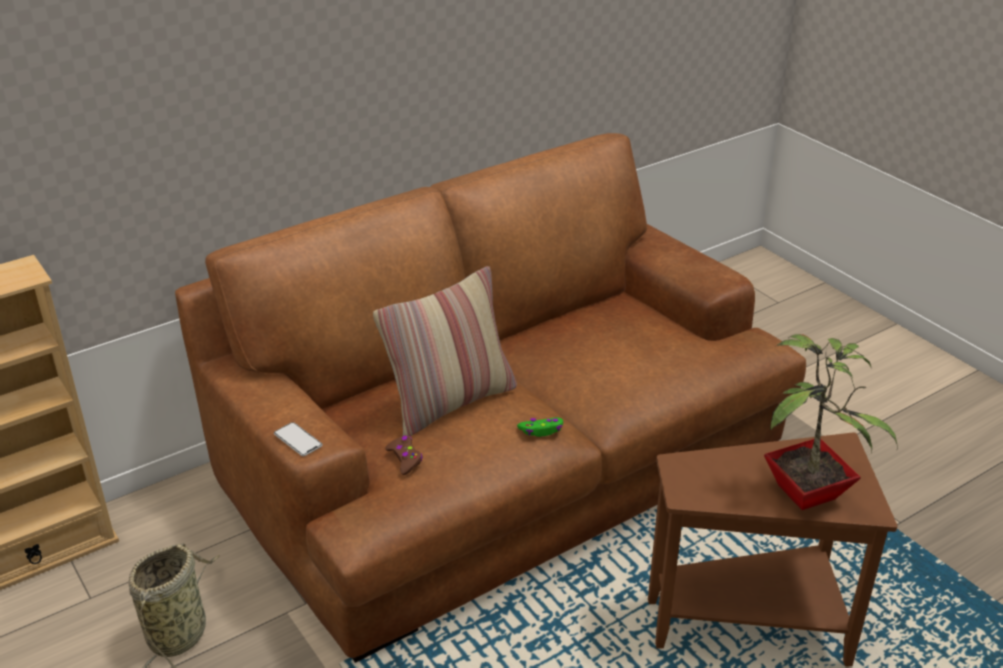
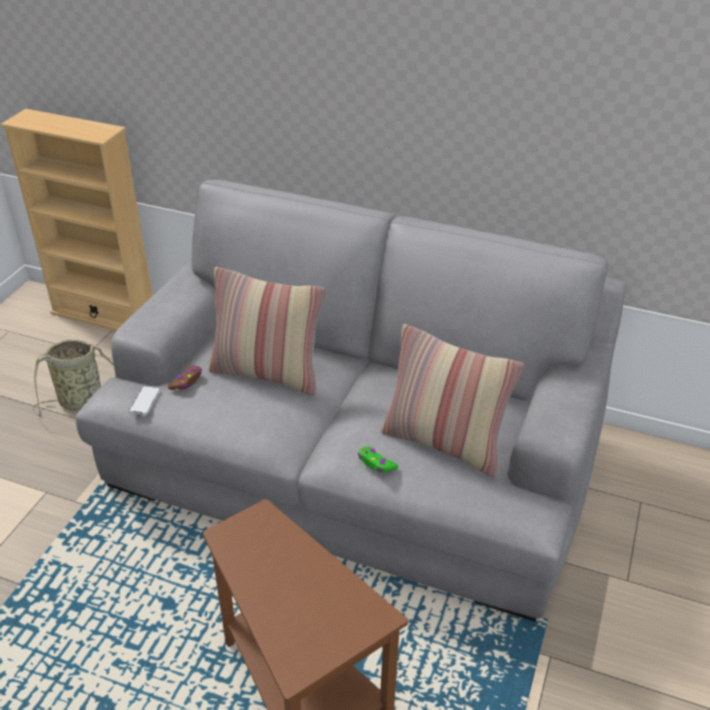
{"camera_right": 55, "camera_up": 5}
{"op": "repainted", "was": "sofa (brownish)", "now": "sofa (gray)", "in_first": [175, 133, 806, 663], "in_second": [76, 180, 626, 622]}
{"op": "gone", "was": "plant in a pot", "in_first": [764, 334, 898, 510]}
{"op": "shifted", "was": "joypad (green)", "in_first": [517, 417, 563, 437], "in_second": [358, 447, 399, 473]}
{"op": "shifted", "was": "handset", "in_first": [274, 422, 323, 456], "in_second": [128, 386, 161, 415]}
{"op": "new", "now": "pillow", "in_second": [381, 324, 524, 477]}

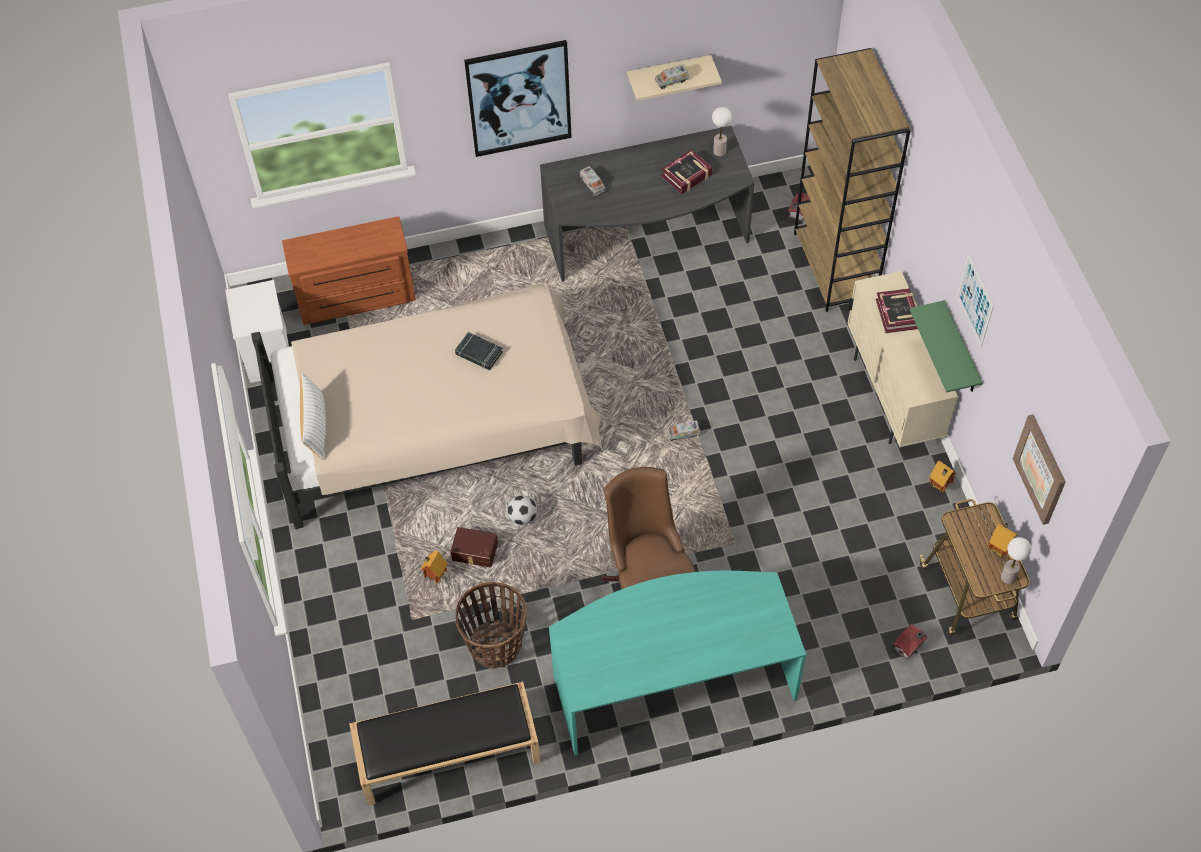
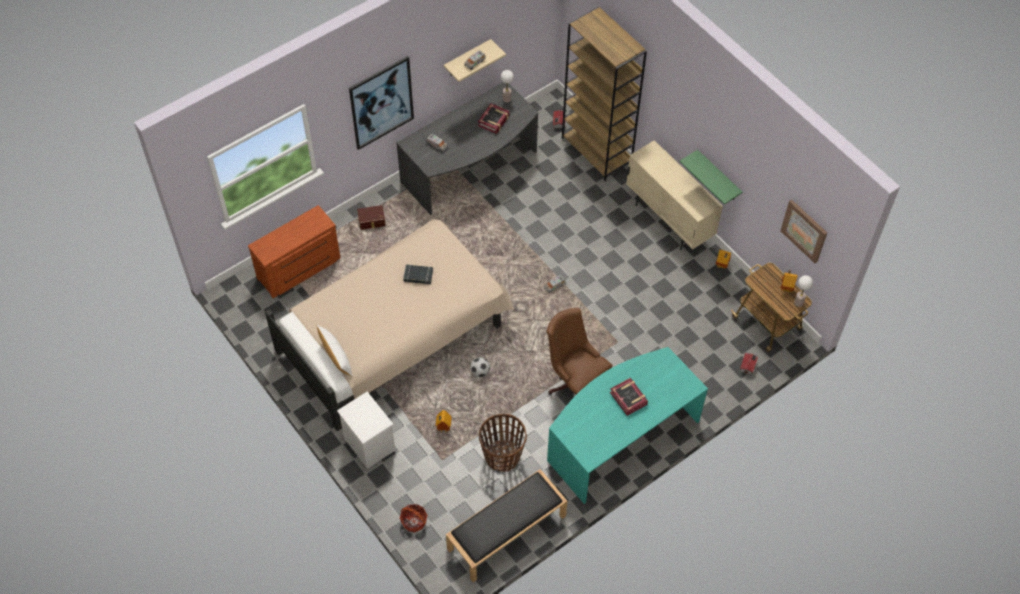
{"camera_right": -25, "camera_up": 0}
{"op": "gone", "was": "wall picture", "in_first": [957, 255, 994, 347]}
{"op": "shifted", "was": "nightstand (white-coloured)", "in_first": [225, 280, 289, 383], "in_second": [337, 392, 396, 469]}
{"op": "shifted", "was": "volume", "in_first": [876, 288, 918, 333], "in_second": [610, 378, 648, 416]}
{"op": "shifted", "was": "storage bin (brownish)", "in_first": [450, 527, 498, 567], "in_second": [357, 205, 386, 230]}
{"op": "new", "now": "household basket", "in_second": [400, 504, 427, 532]}

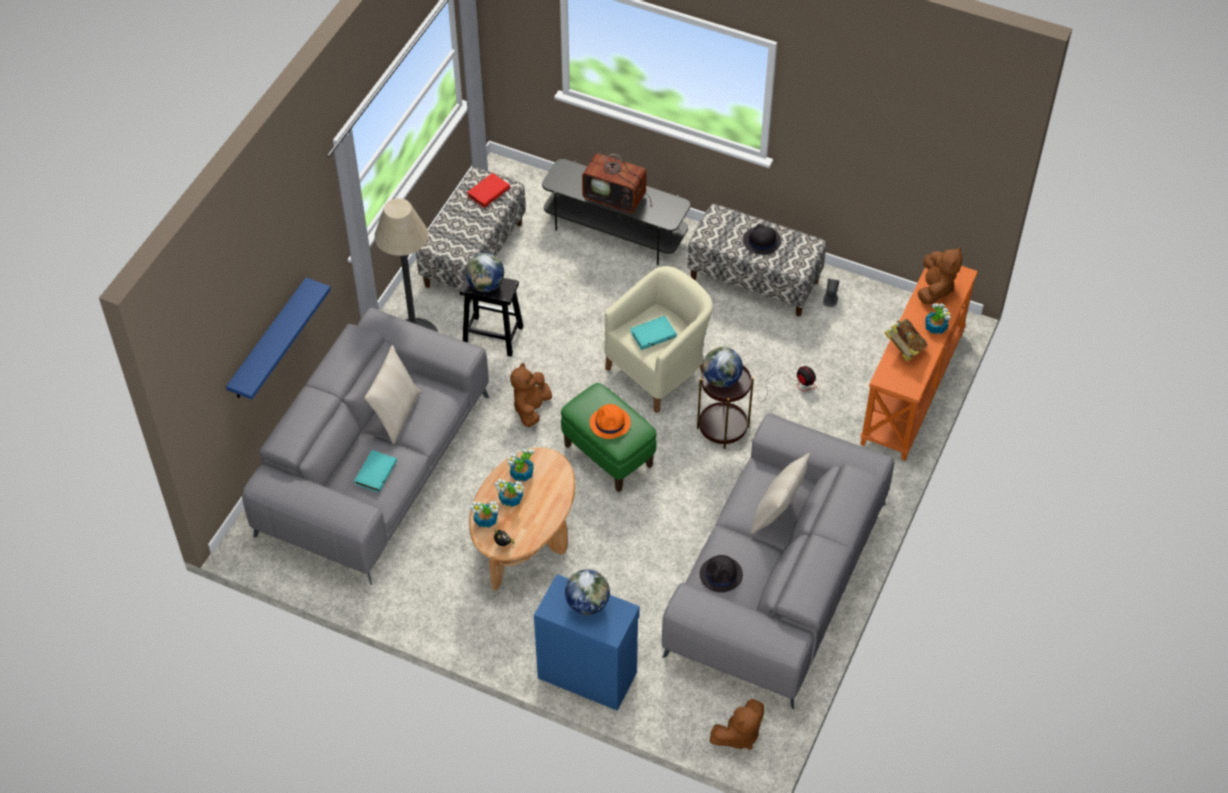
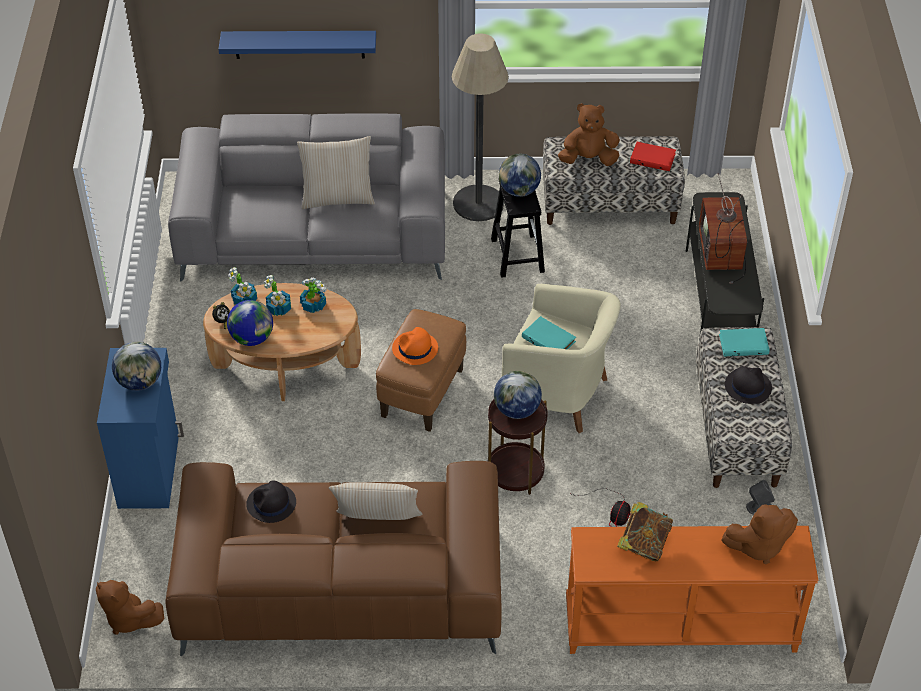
{"camera_right": 65, "camera_up": -5}
{"op": "gone", "was": "plant in a pot", "in_first": [925, 303, 951, 334]}
{"op": "shifted", "was": "cuddly toy (brownish)", "in_first": [510, 363, 552, 427], "in_second": [558, 103, 620, 166]}
{"op": "repainted", "was": "ottoman (green)", "now": "ottoman (brownish)", "in_first": [561, 383, 656, 492], "in_second": [376, 309, 466, 432]}
{"op": "repainted", "was": "sofa (gray)", "now": "sofa (brownish)", "in_first": [662, 413, 894, 709], "in_second": [165, 461, 501, 656]}
{"op": "shifted", "was": "volume (blue-green)", "in_first": [354, 450, 397, 493], "in_second": [719, 328, 770, 356]}
{"op": "new", "now": "world globe", "in_second": [227, 300, 273, 346]}

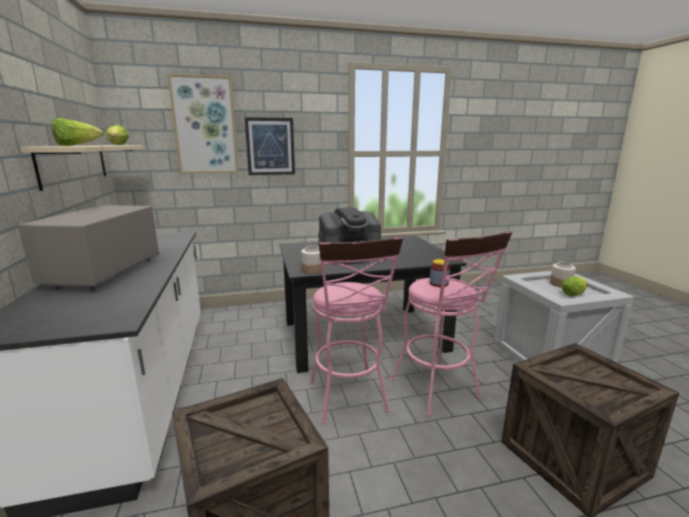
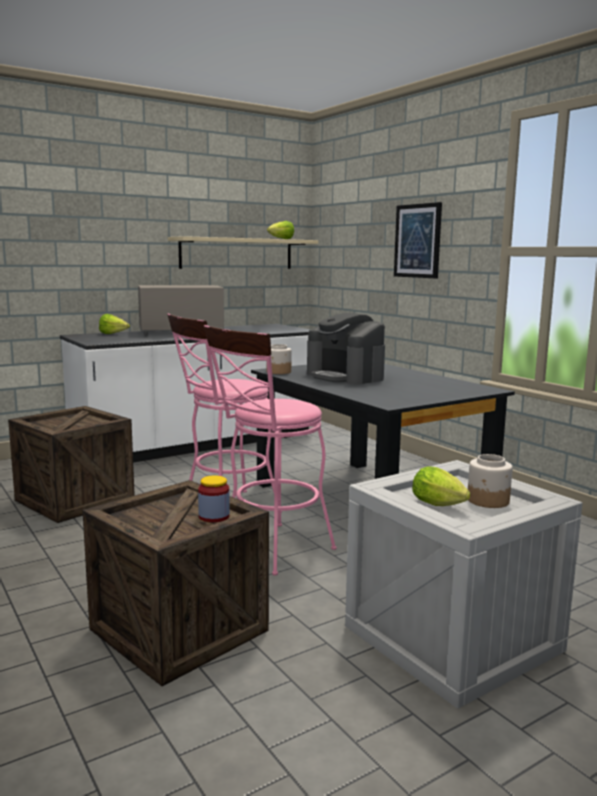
{"camera_right": 70, "camera_up": -5}
{"op": "gone", "was": "wall picture", "in_first": [167, 74, 239, 173]}
{"op": "shifted", "was": "lettuce", "in_first": [52, 118, 104, 146], "in_second": [99, 314, 130, 334]}
{"op": "shifted", "was": "storage jar", "in_first": [430, 259, 450, 287], "in_second": [198, 475, 230, 522]}

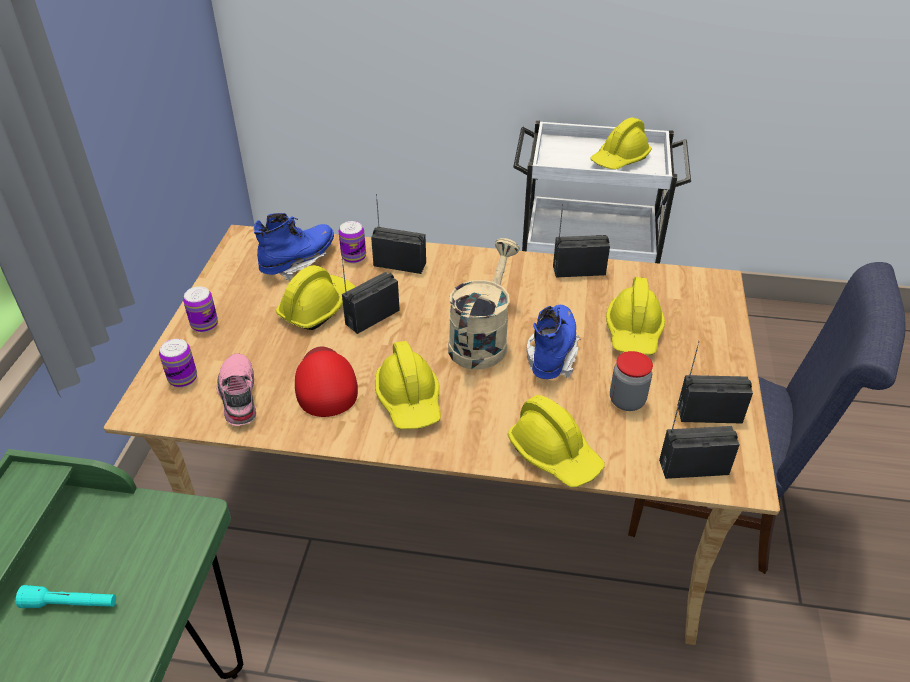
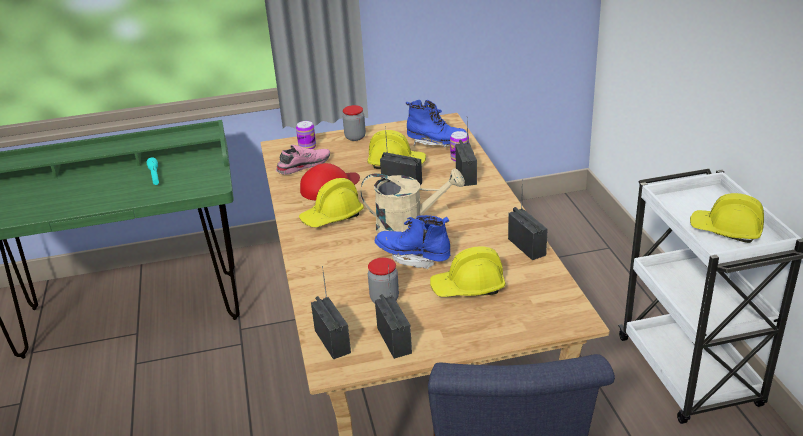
{"camera_right": 70, "camera_up": -10}
{"op": "swapped", "was": "metal can", "now": "storage jar", "in_first": [183, 286, 218, 332], "in_second": [343, 105, 366, 141]}
{"op": "rotated", "was": "boot (bluish)", "in_first": [527, 305, 581, 379], "in_second": [375, 215, 451, 269], "clockwise": -150}
{"op": "gone", "was": "work helmet (yellowish)", "in_first": [507, 395, 605, 487]}

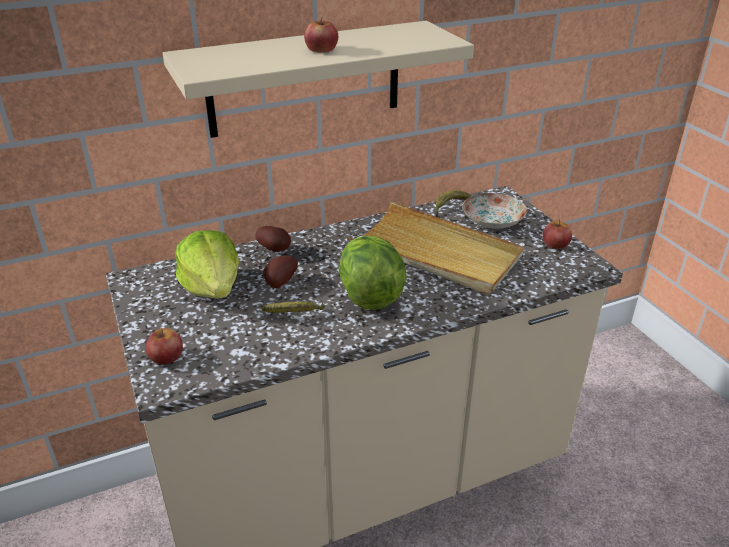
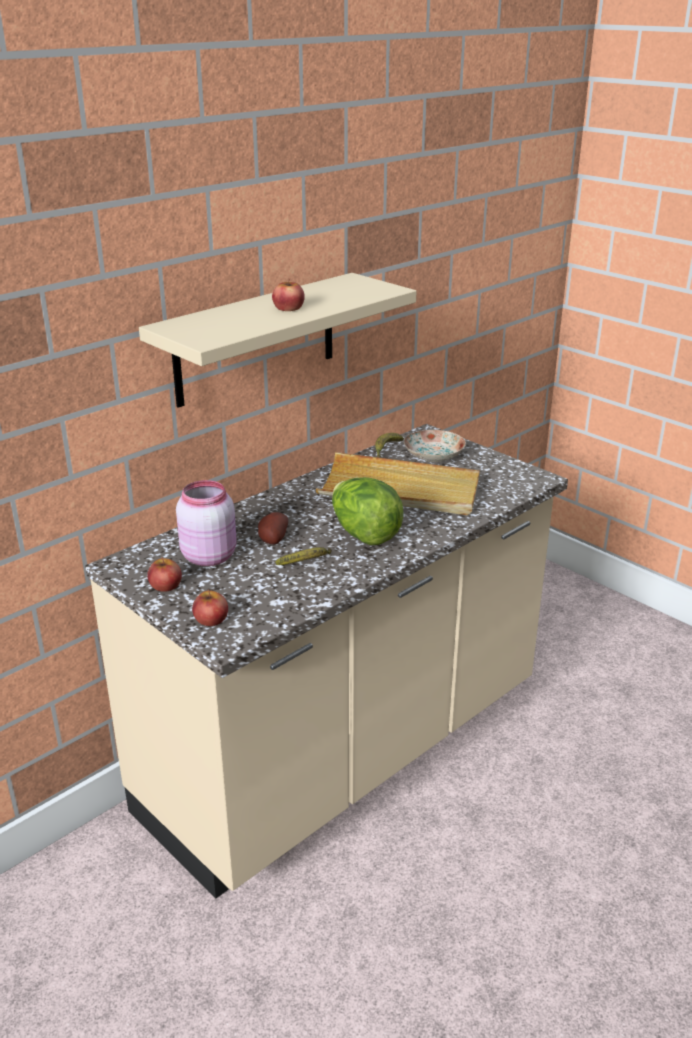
{"camera_right": -20, "camera_up": -5}
{"op": "shifted", "was": "whole apple", "in_first": [543, 219, 572, 249], "in_second": [147, 557, 182, 592]}
{"op": "gone", "was": "whole potato", "in_first": [255, 226, 291, 252]}
{"op": "swapped", "was": "lettuce", "now": "storage jar (pink)", "in_first": [175, 230, 239, 299], "in_second": [176, 480, 237, 566]}

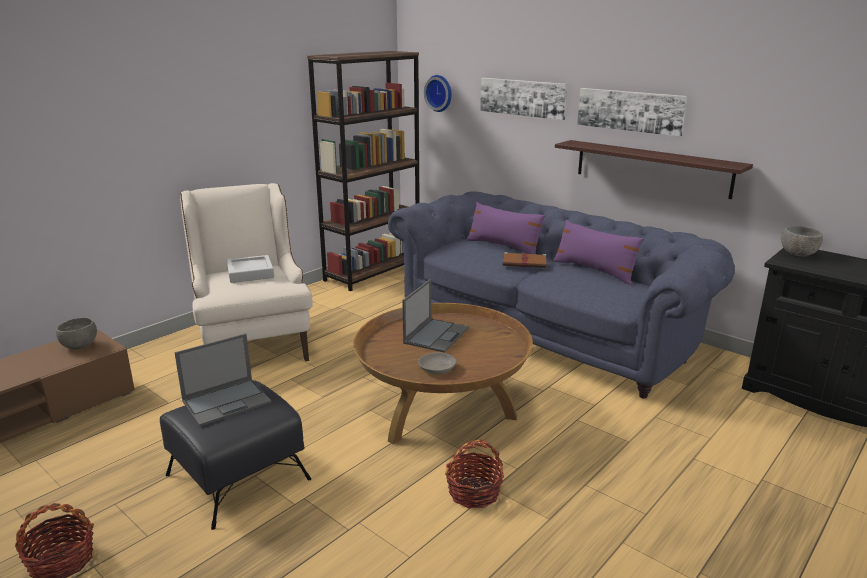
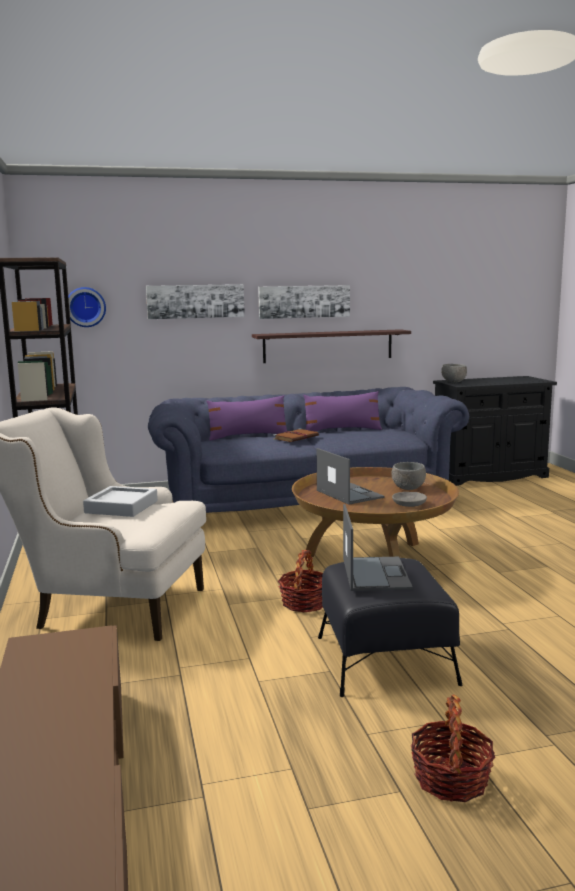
{"camera_right": -55, "camera_up": -10}
{"op": "shifted", "was": "deep dish (gray)", "in_first": [56, 318, 97, 349], "in_second": [392, 462, 426, 490]}
{"op": "shifted", "was": "household basket", "in_first": [445, 439, 504, 508], "in_second": [278, 550, 323, 612]}

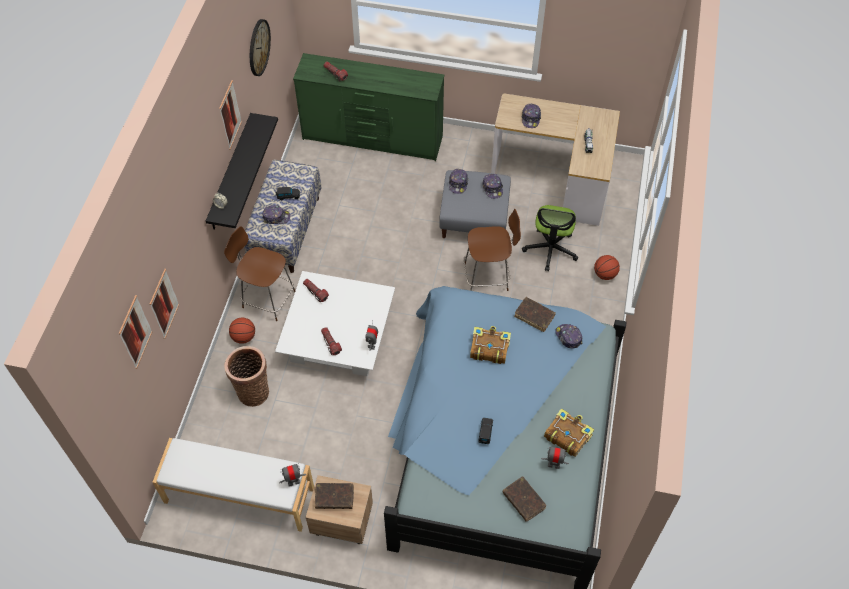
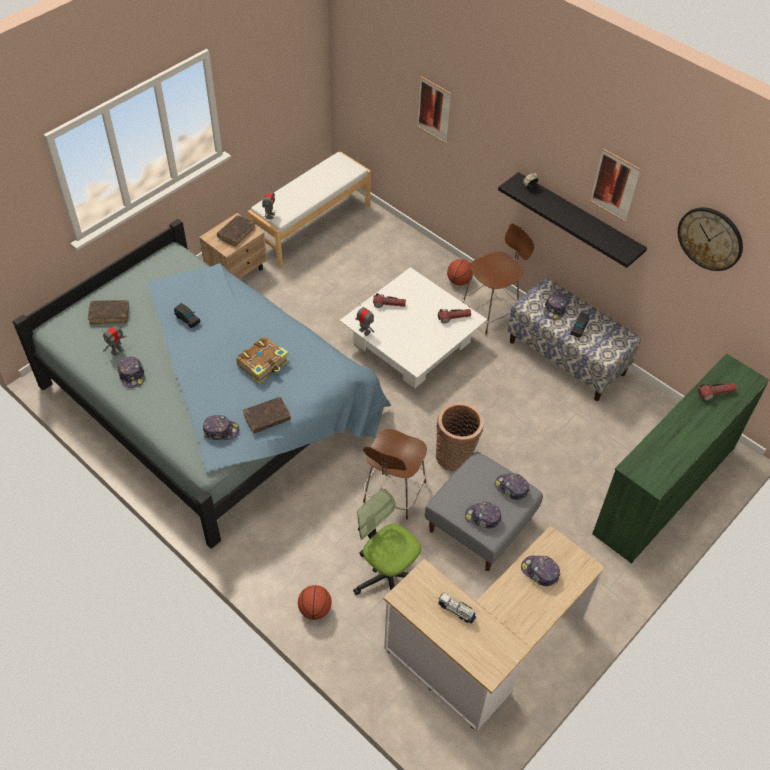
{"camera_right": 120, "camera_up": -5}
{"op": "gone", "was": "wall picture", "in_first": [119, 295, 152, 369]}
{"op": "shifted", "was": "household basket", "in_first": [224, 346, 269, 407], "in_second": [436, 402, 484, 471]}
{"op": "swapped", "was": "volume", "now": "cap", "in_first": [544, 408, 594, 457], "in_second": [118, 357, 145, 388]}

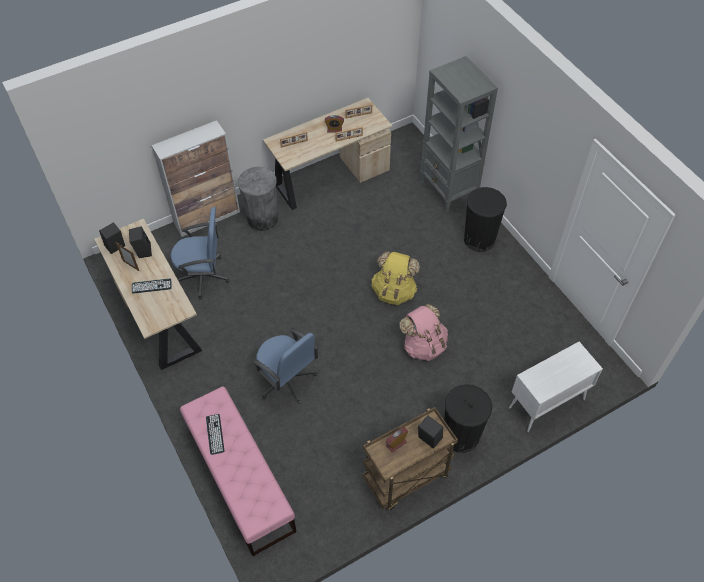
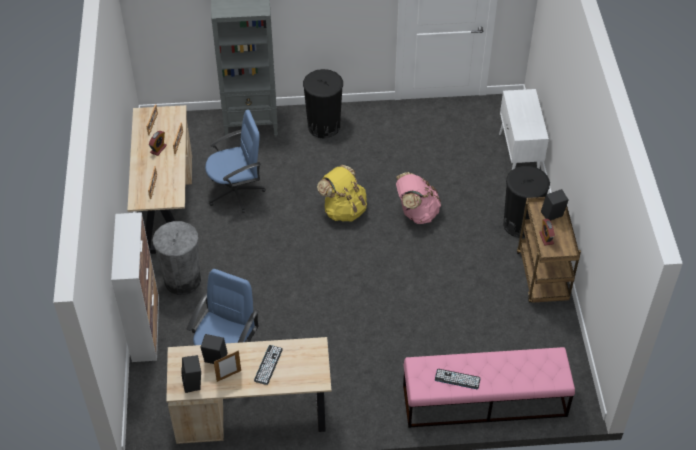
{"camera_right": -65, "camera_up": -5}
{"op": "shifted", "was": "office chair (bluish)", "in_first": [251, 328, 319, 404], "in_second": [205, 110, 266, 213]}

